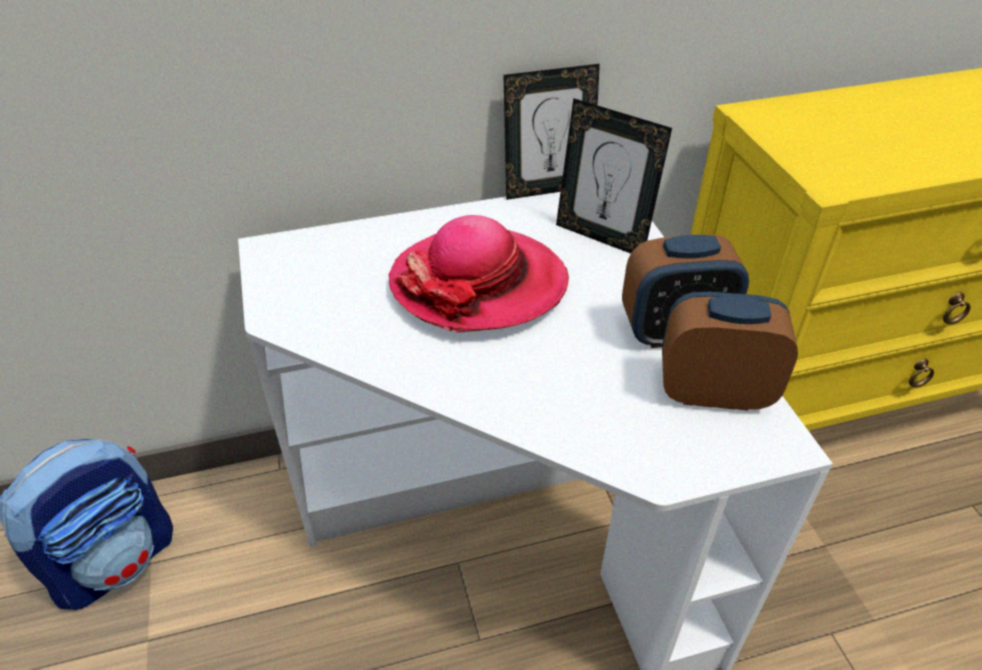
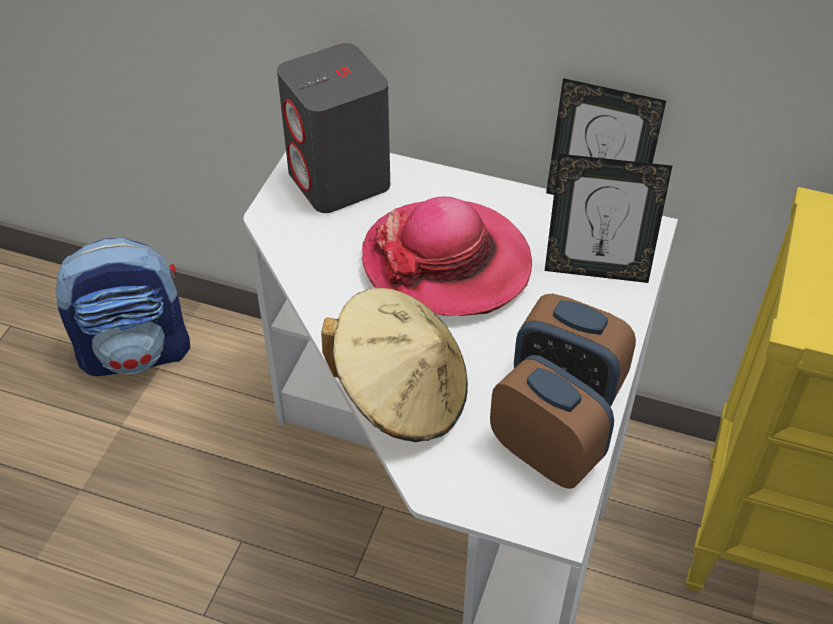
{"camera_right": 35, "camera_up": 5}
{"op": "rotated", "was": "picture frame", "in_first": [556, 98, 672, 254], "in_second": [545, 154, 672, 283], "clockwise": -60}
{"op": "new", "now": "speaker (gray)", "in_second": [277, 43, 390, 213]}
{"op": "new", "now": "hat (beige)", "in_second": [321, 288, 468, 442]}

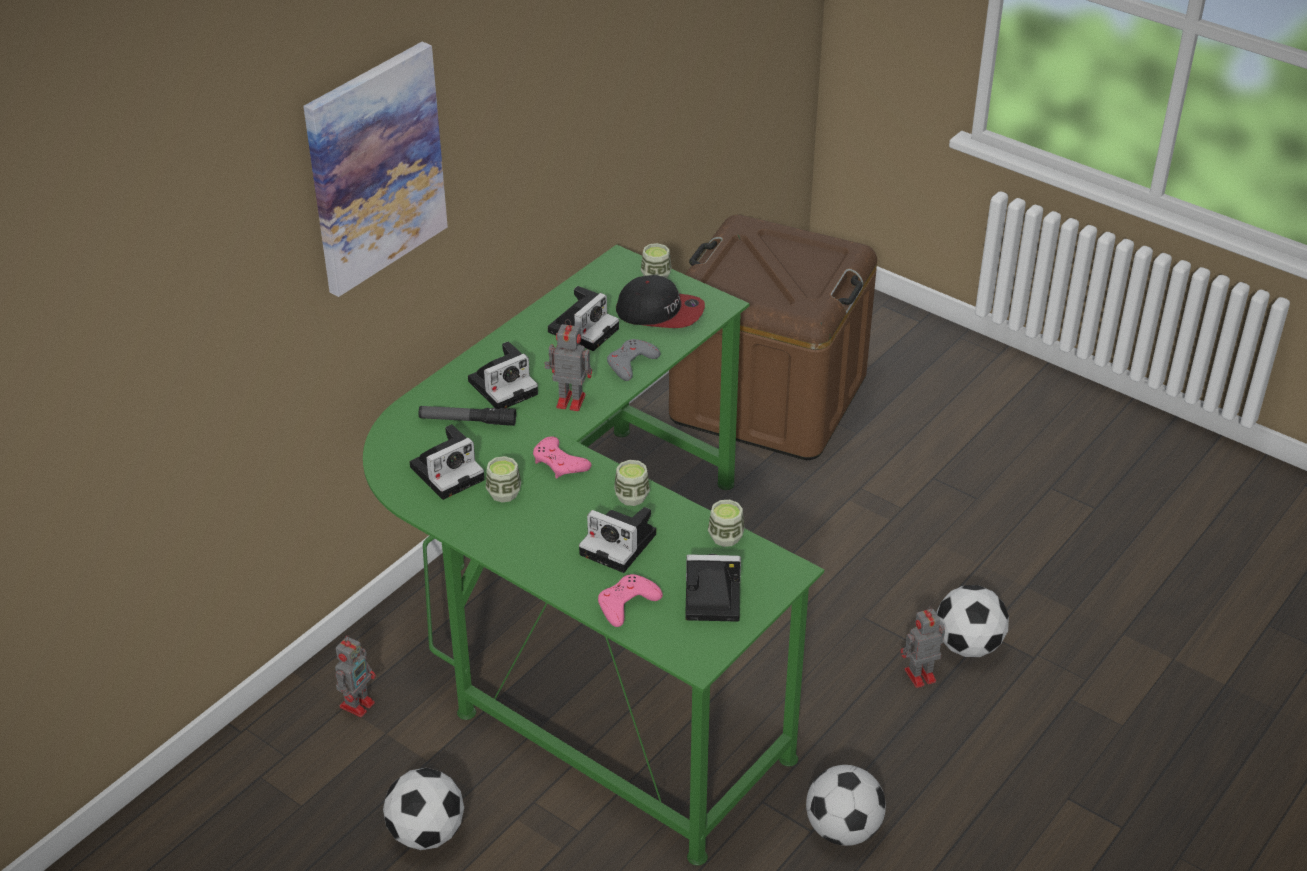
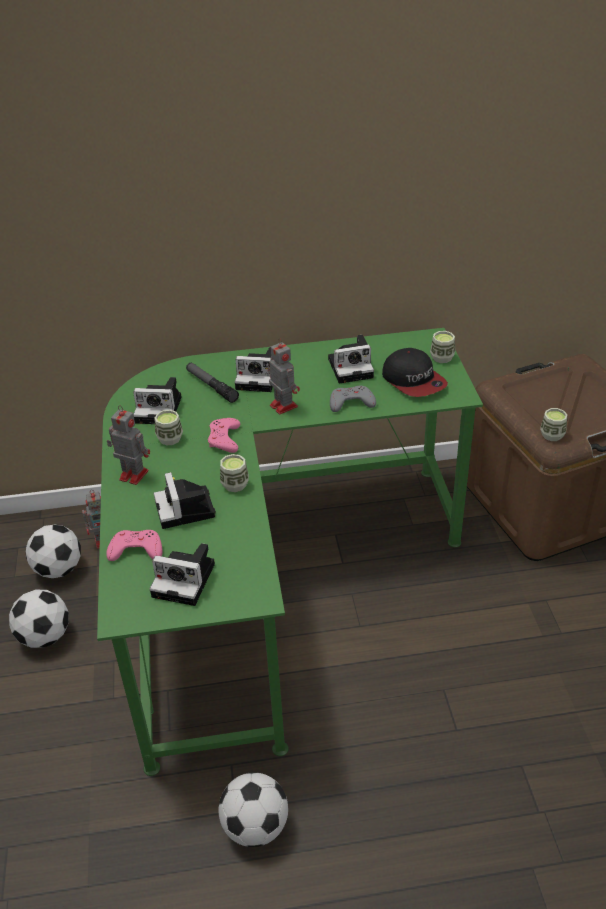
{"camera_right": 45, "camera_up": 0}
{"op": "gone", "was": "wall picture", "in_first": [303, 41, 448, 297]}
{"op": "shifted", "was": "drinking cup", "in_first": [708, 500, 744, 547], "in_second": [540, 408, 567, 441]}
{"op": "rotated", "was": "still camera", "in_first": [685, 554, 741, 622], "in_second": [150, 543, 215, 606], "clockwise": 150}
{"op": "shifted", "was": "ball for football", "in_first": [937, 585, 1009, 657], "in_second": [26, 525, 81, 578]}
{"op": "shifted", "was": "model robot", "in_first": [901, 606, 945, 688], "in_second": [107, 405, 150, 485]}

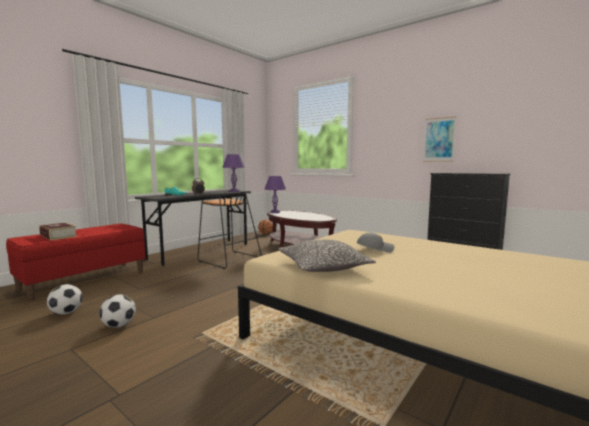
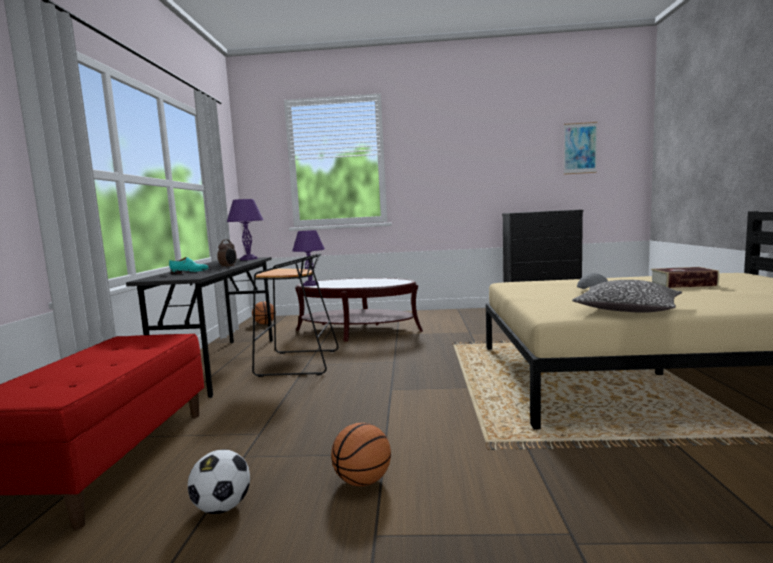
{"camera_right": -35, "camera_up": 0}
{"op": "shifted", "was": "wall picture", "in_first": [423, 116, 456, 162], "in_second": [564, 122, 598, 175]}
{"op": "shifted", "was": "volume", "in_first": [39, 222, 78, 240], "in_second": [651, 267, 719, 288]}
{"op": "swapped", "was": "ball for football", "now": "basketball", "in_first": [99, 295, 136, 328], "in_second": [331, 423, 391, 486]}

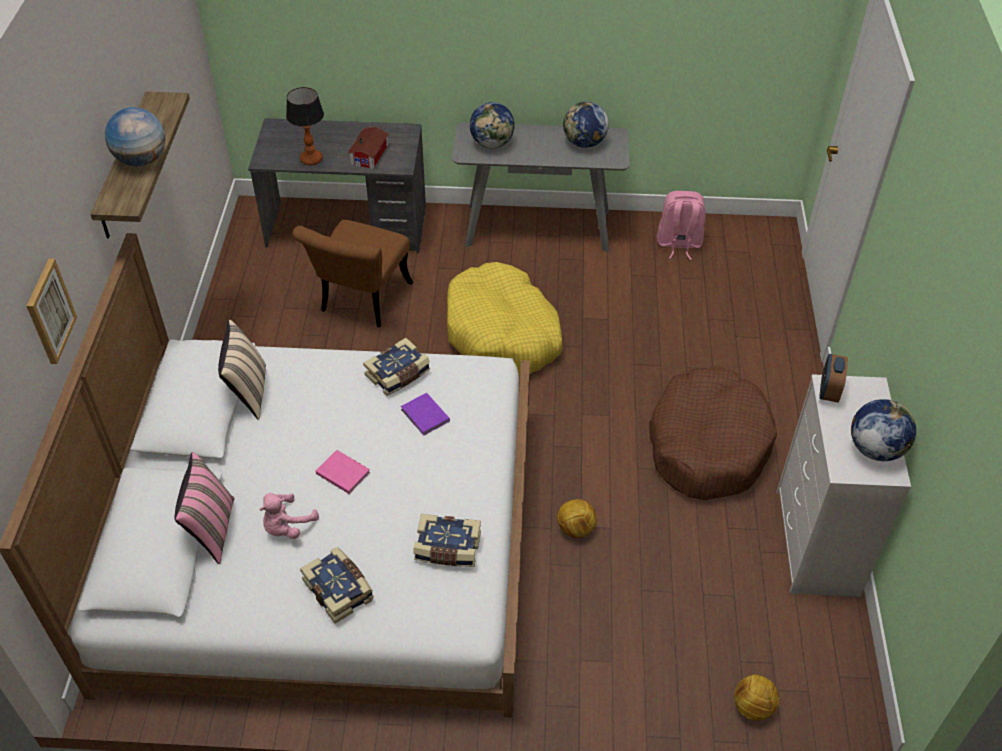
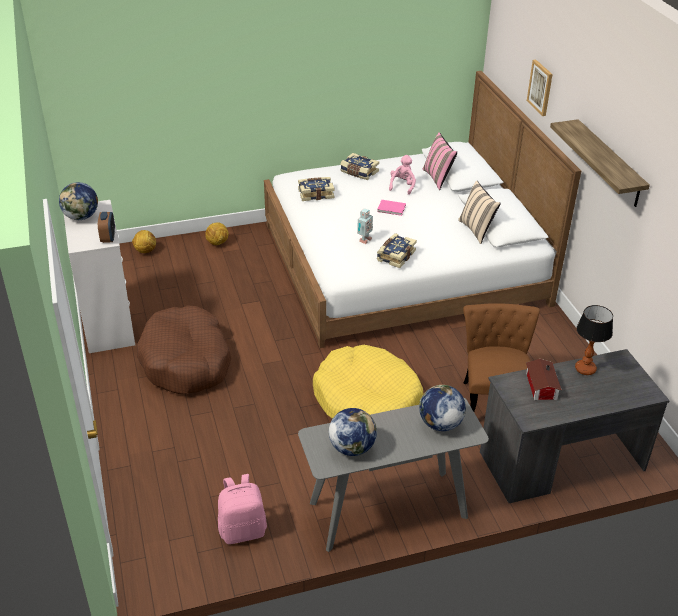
{"camera_right": 160, "camera_up": -10}
{"op": "gone", "was": "world globe", "in_first": [105, 107, 166, 166]}
{"op": "swapped", "was": "volume (purplish)", "now": "model robot", "in_first": [401, 393, 450, 436], "in_second": [357, 208, 373, 244]}
{"op": "shifted", "was": "ball for football", "in_first": [557, 499, 597, 538], "in_second": [205, 223, 229, 245]}

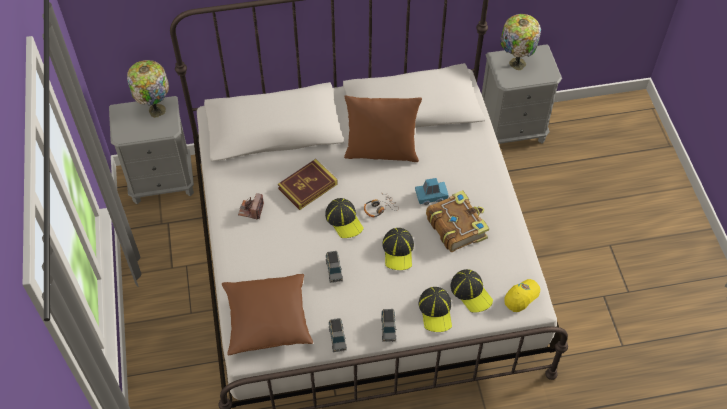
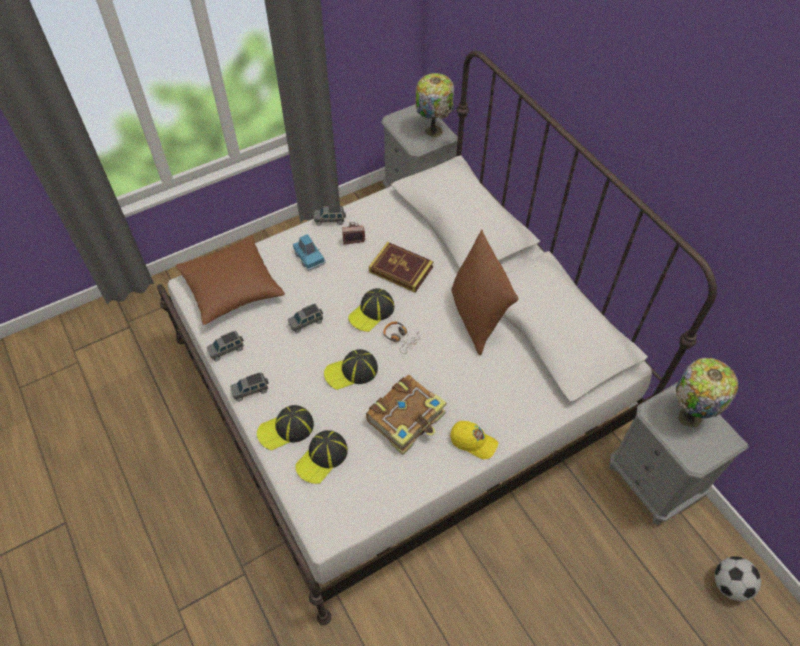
{"camera_right": 70, "camera_up": 0}
{"op": "shifted", "was": "model car (bluish)", "in_first": [415, 178, 449, 205], "in_second": [293, 234, 326, 271]}
{"op": "shifted", "was": "cap (yellowish)", "in_first": [504, 279, 540, 312], "in_second": [450, 421, 498, 459]}
{"op": "new", "now": "model car (gray)", "in_second": [314, 205, 346, 226]}
{"op": "new", "now": "ball for football", "in_second": [715, 556, 761, 601]}

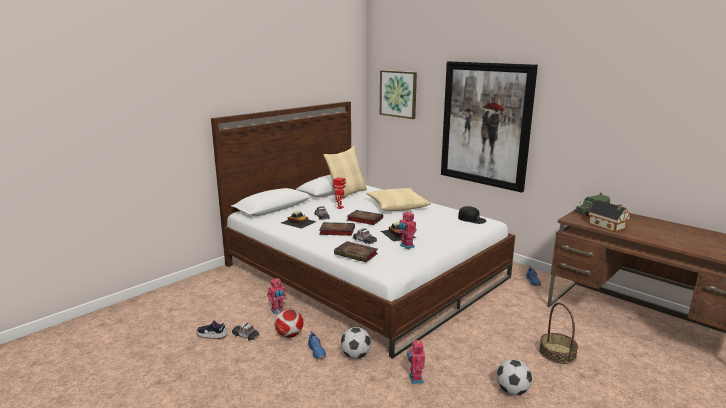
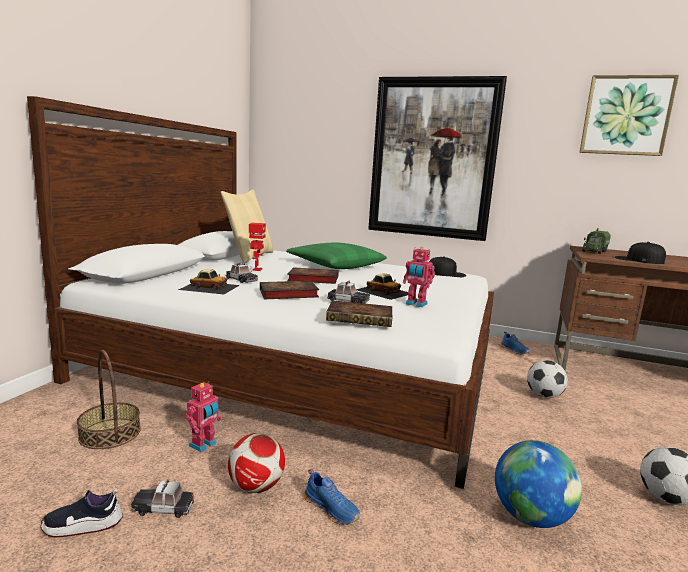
{"camera_right": -25, "camera_up": -5}
{"op": "shifted", "was": "wall picture", "in_first": [380, 70, 417, 119], "in_second": [579, 75, 679, 156]}
{"op": "repainted", "was": "pillow (beige)", "now": "pillow (green)", "in_first": [366, 188, 431, 211], "in_second": [286, 243, 387, 269]}
{"op": "swapped", "was": "model house", "now": "cap (blackish)", "in_first": [588, 200, 630, 232], "in_second": [615, 242, 666, 264]}
{"op": "shifted", "was": "household basket", "in_first": [539, 302, 578, 364], "in_second": [77, 350, 141, 449]}
{"op": "shifted", "was": "ball for football", "in_first": [341, 327, 371, 359], "in_second": [527, 360, 568, 398]}
{"op": "swapped", "was": "model robot", "now": "world globe", "in_first": [407, 338, 425, 384], "in_second": [495, 440, 582, 528]}

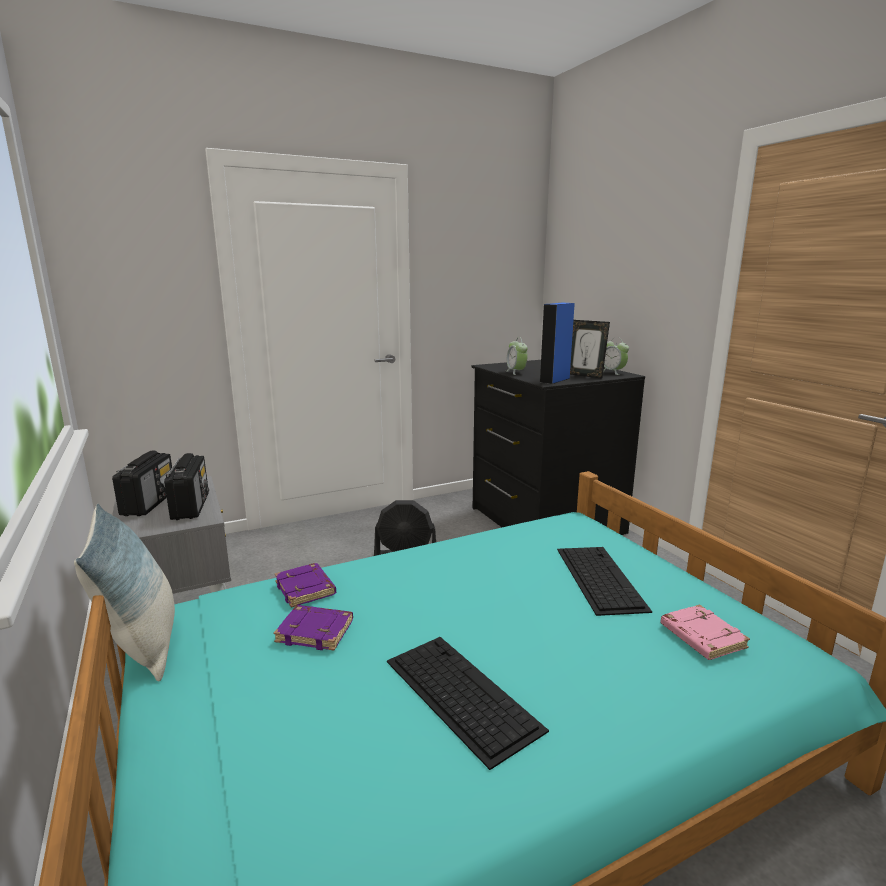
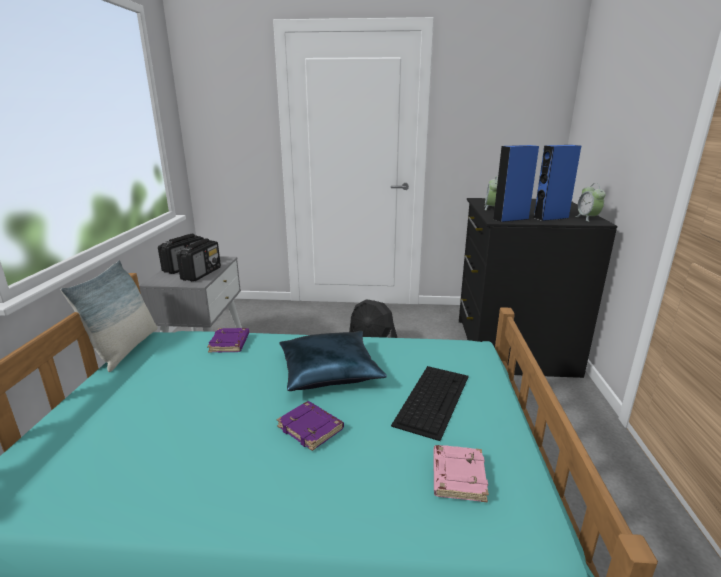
{"camera_right": 30, "camera_up": 5}
{"op": "swapped", "was": "picture frame", "now": "speaker (bluish)", "in_first": [570, 320, 610, 379], "in_second": [534, 145, 581, 221]}
{"op": "shifted", "was": "volume (purplish)", "in_first": [274, 605, 353, 651], "in_second": [277, 401, 344, 451]}
{"op": "gone", "was": "PC keyboard", "in_first": [387, 637, 549, 770]}
{"op": "new", "now": "pillow (bluish)", "in_second": [280, 331, 387, 391]}

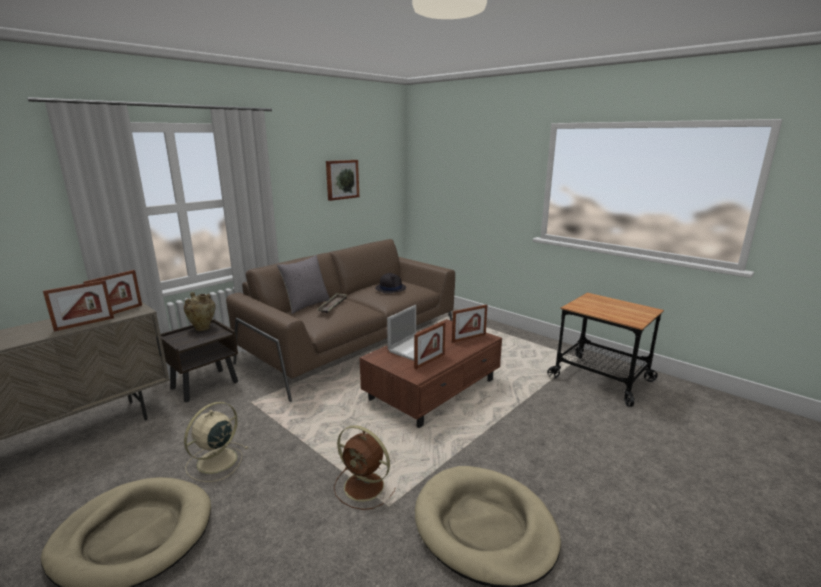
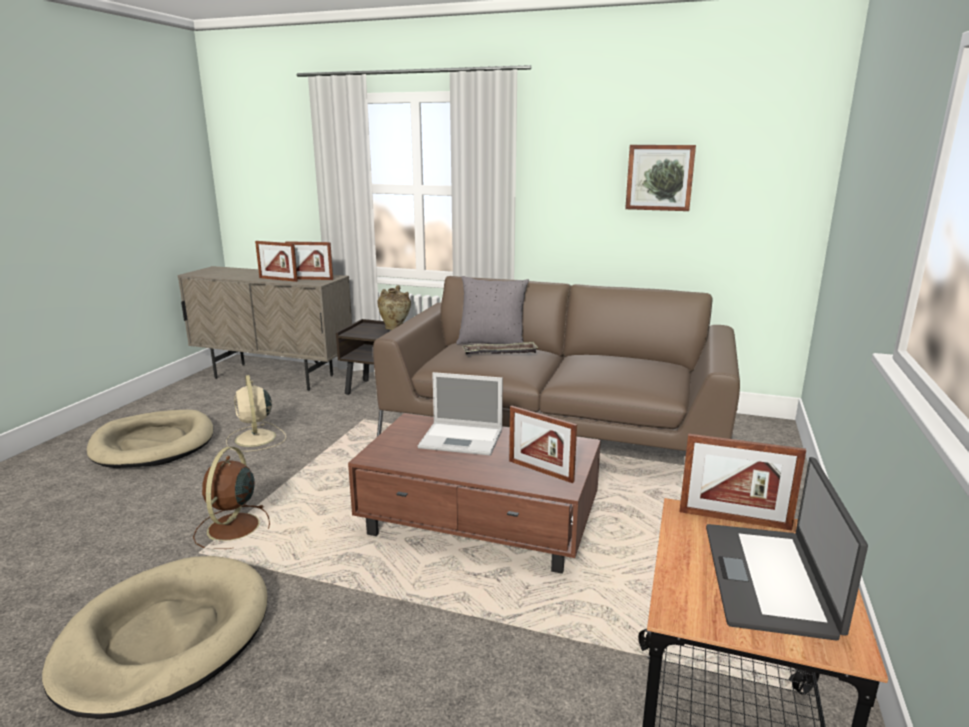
{"camera_right": 65, "camera_up": 0}
{"op": "gone", "was": "hat (blackish)", "in_first": [375, 273, 406, 294]}
{"op": "shifted", "was": "picture frame", "in_first": [414, 322, 445, 369], "in_second": [679, 434, 806, 531]}
{"op": "rotated", "was": "fan (beige)", "in_first": [184, 402, 248, 482], "in_second": [226, 375, 286, 452], "clockwise": -120}
{"op": "new", "now": "notebook computer", "in_second": [706, 457, 868, 641]}

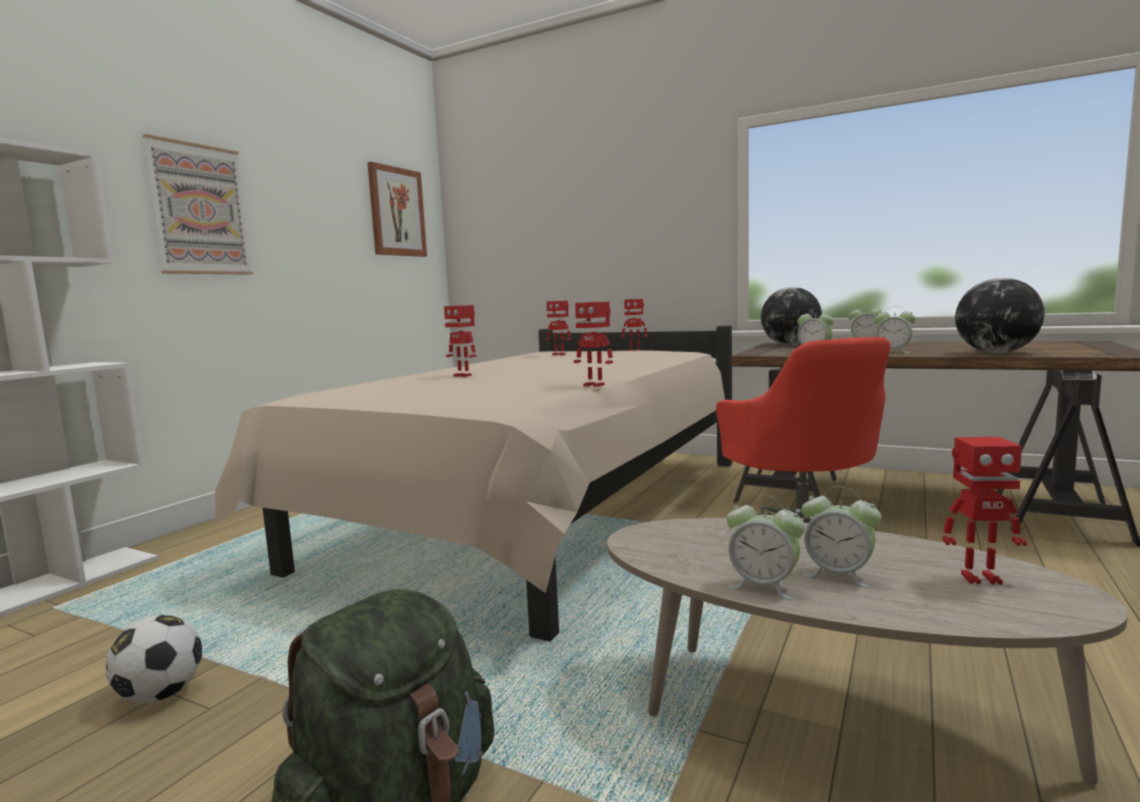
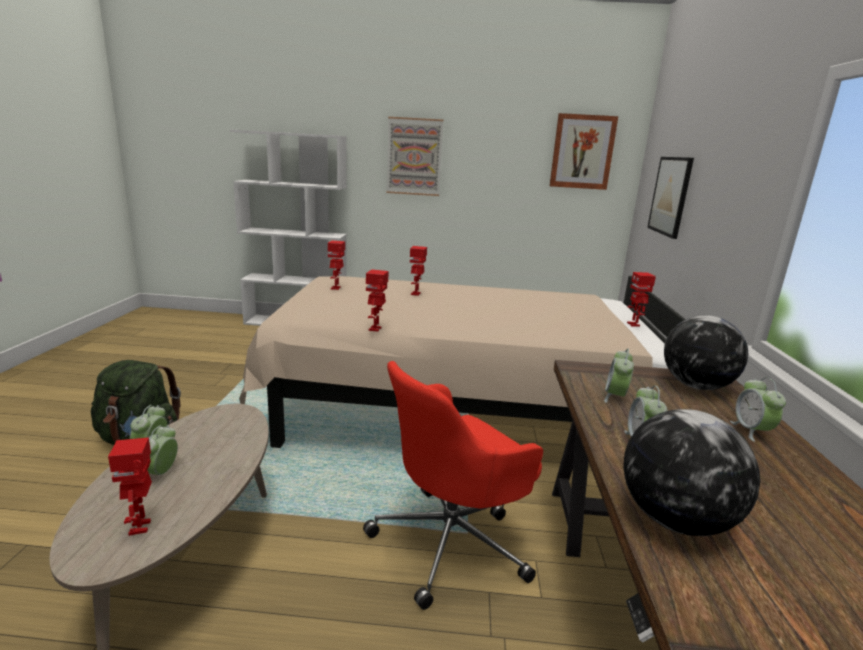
{"camera_right": 65, "camera_up": 10}
{"op": "shifted", "was": "model robot", "in_first": [545, 301, 571, 355], "in_second": [328, 241, 345, 290]}
{"op": "gone", "was": "ball for football", "in_first": [105, 615, 202, 703]}
{"op": "new", "now": "wall picture", "in_second": [647, 157, 694, 239]}

